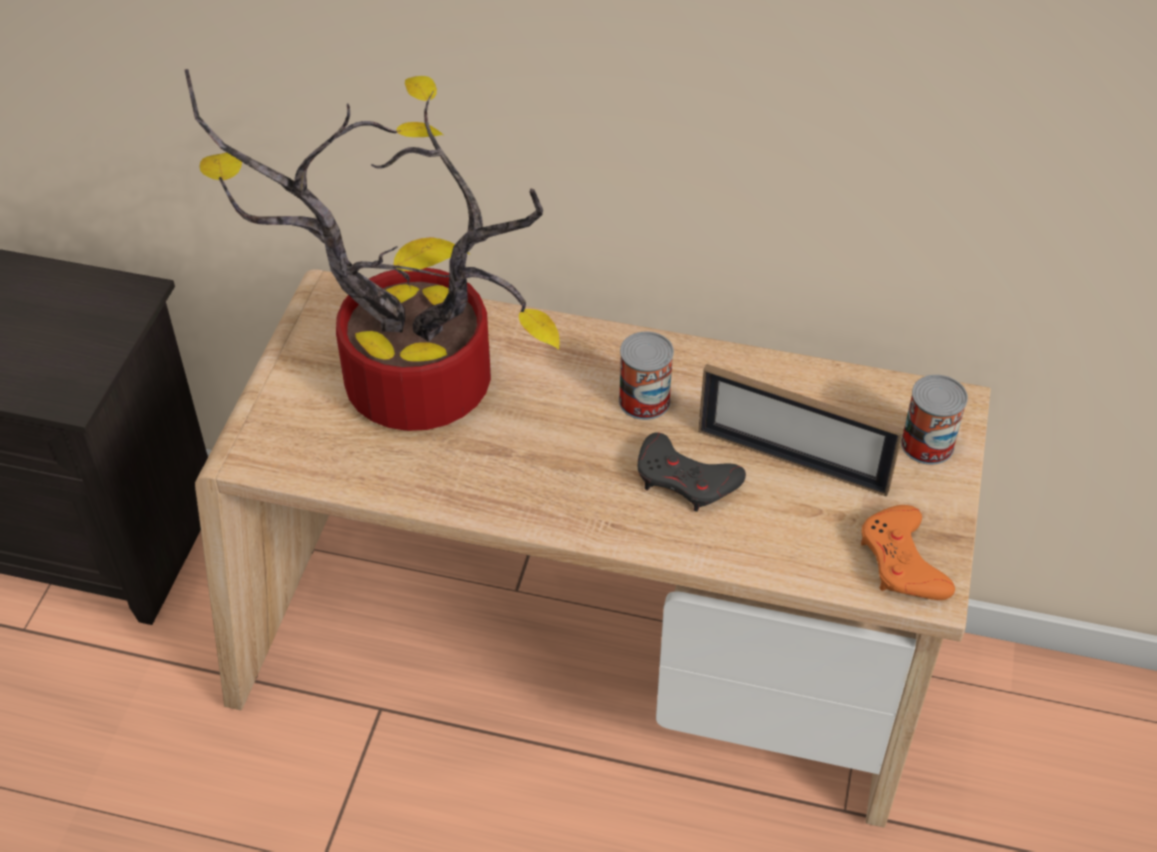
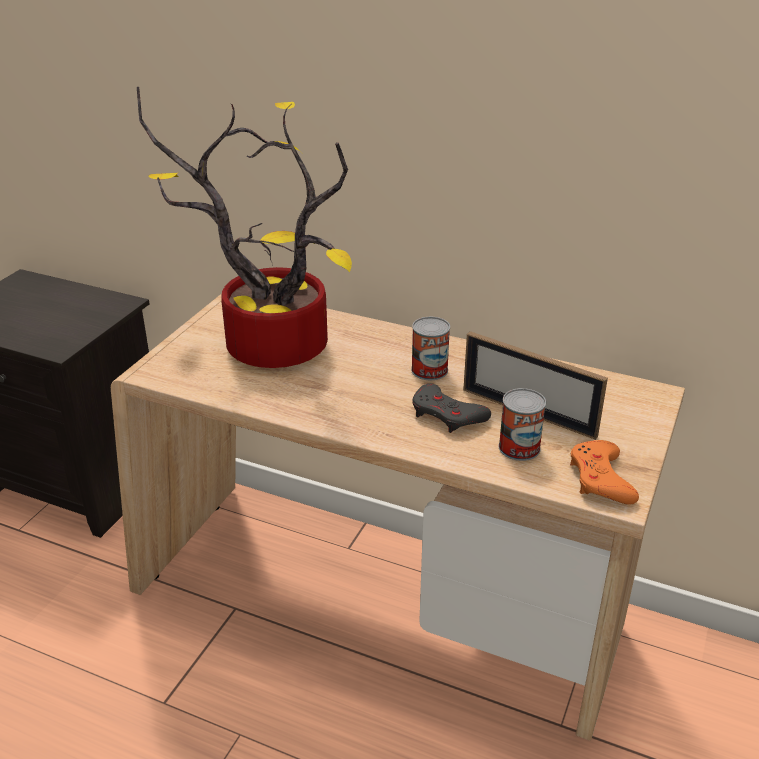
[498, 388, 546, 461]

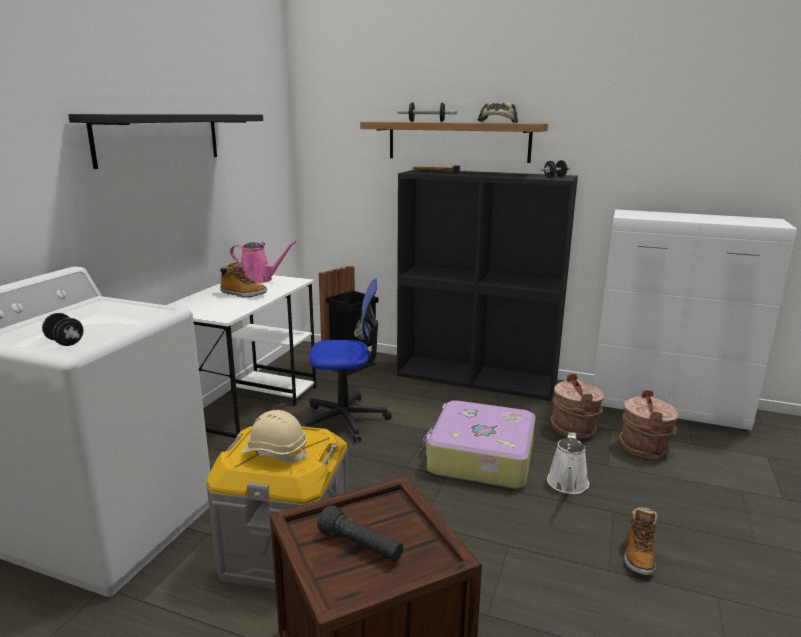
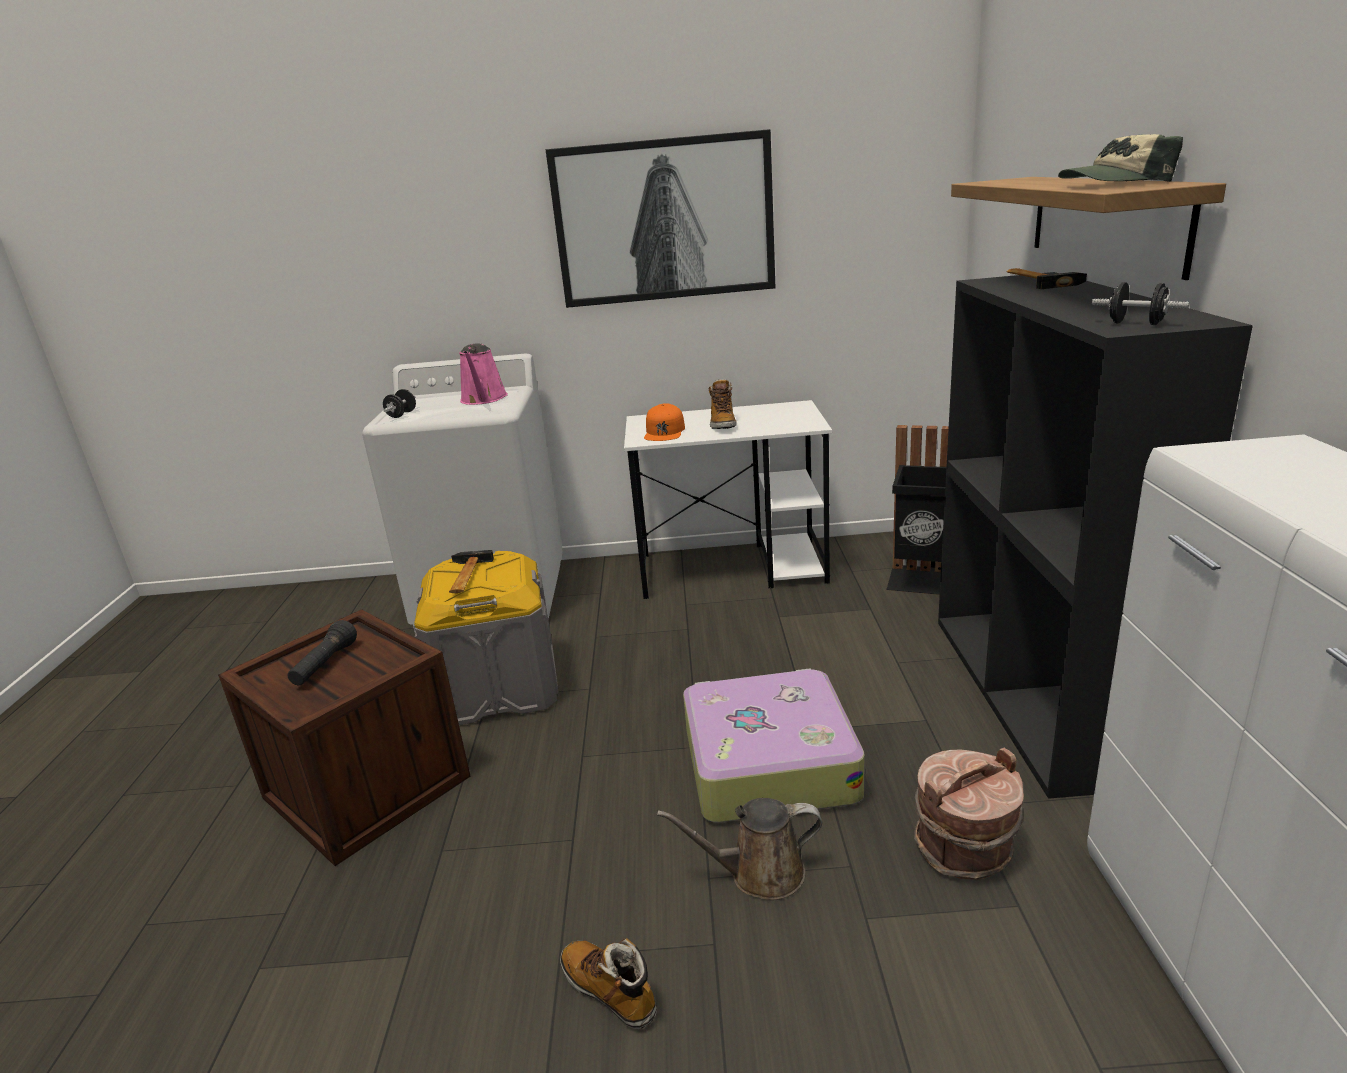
[305, 279, 392, 442] (first image)
[397, 102, 457, 122] (first image)
[619, 389, 679, 459] (first image)
[644, 403, 685, 441]
[459, 343, 508, 405]
[545, 129, 775, 308]
[449, 550, 494, 593]
[657, 798, 822, 900]
[560, 938, 657, 1029]

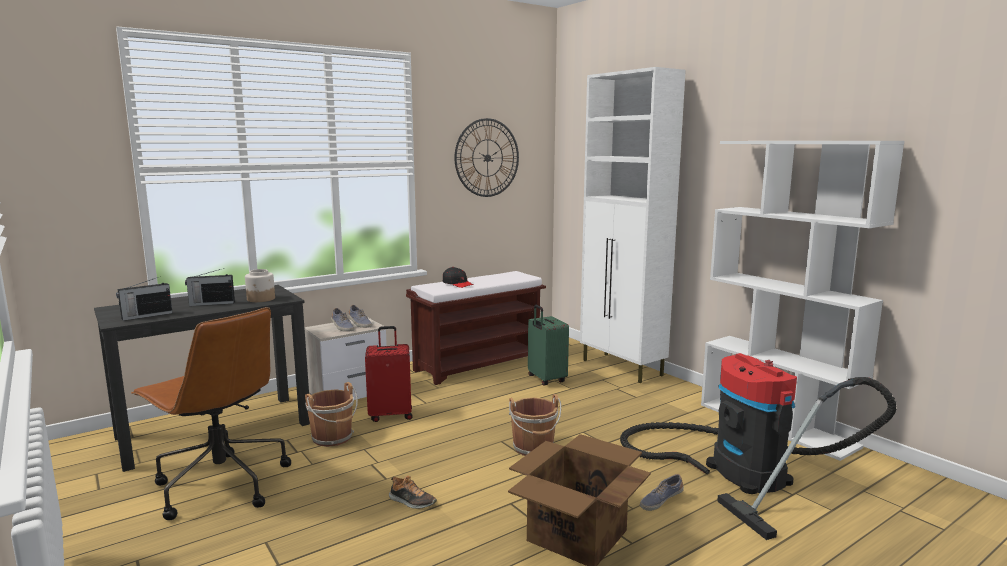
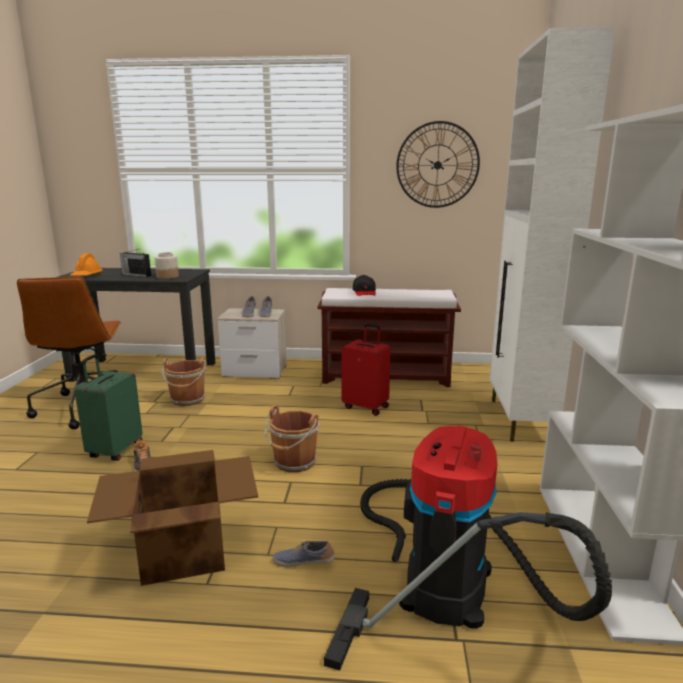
[341, 323, 391, 416]
[74, 354, 142, 461]
[70, 253, 103, 276]

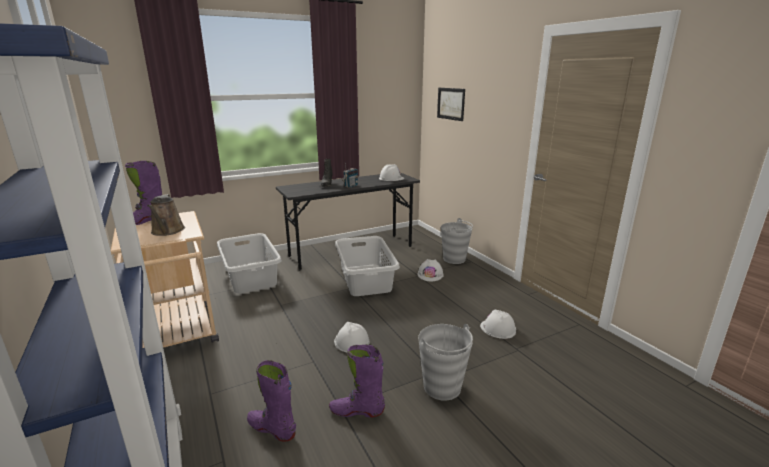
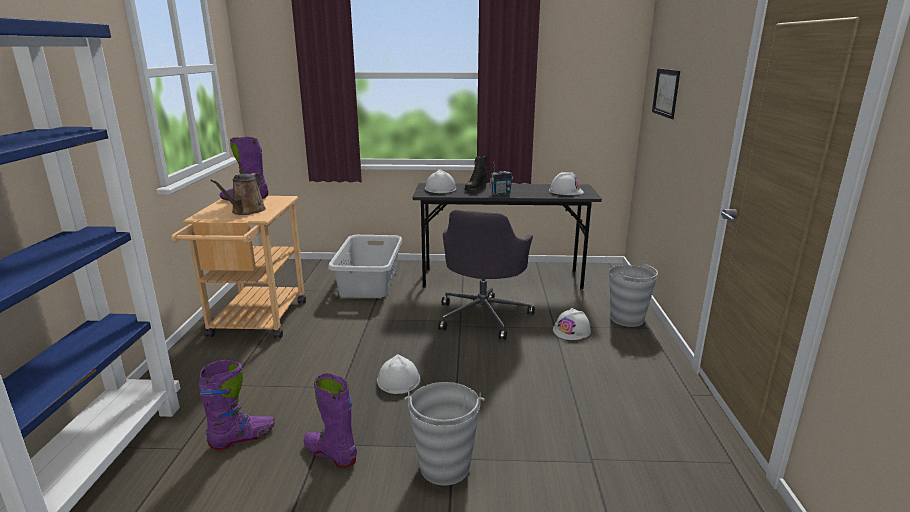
[425, 169, 456, 193]
[438, 210, 535, 340]
[199, 360, 275, 450]

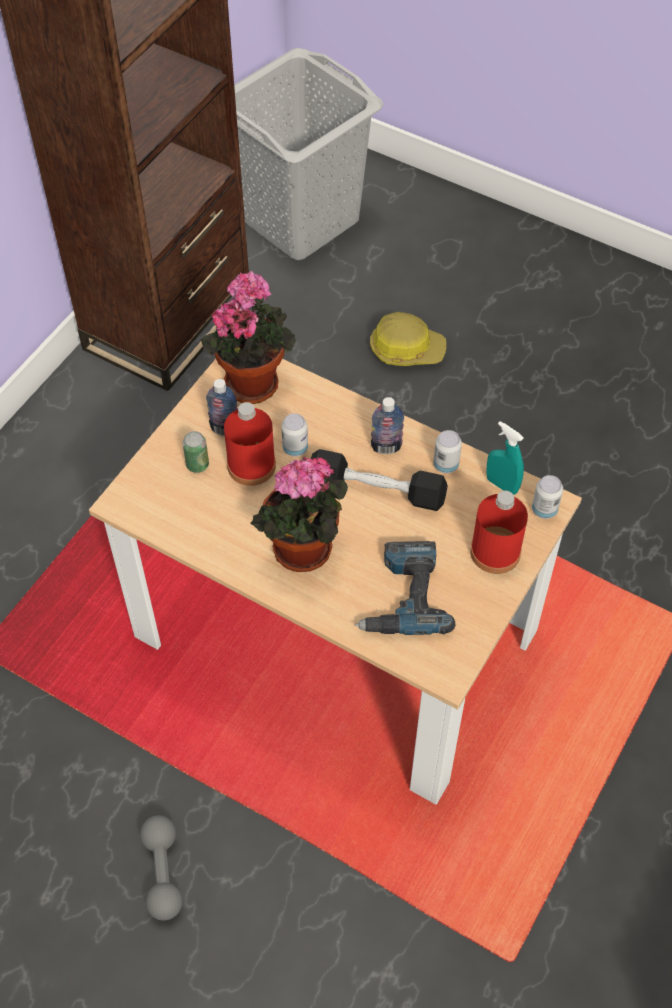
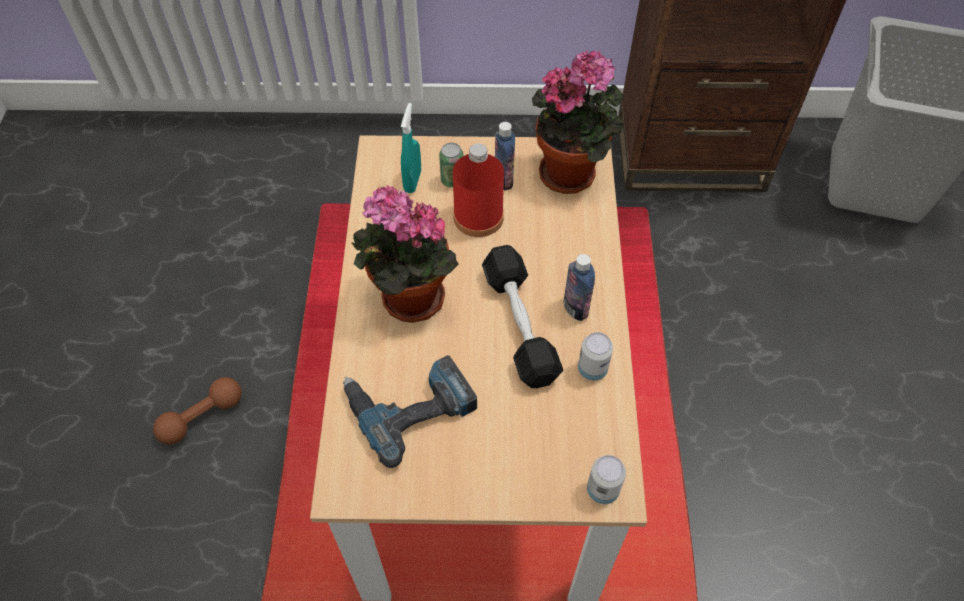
[281, 413, 308, 457] (first image)
[370, 312, 446, 366] (first image)
[470, 491, 528, 574] (first image)
[401, 103, 421, 193]
[153, 377, 242, 444]

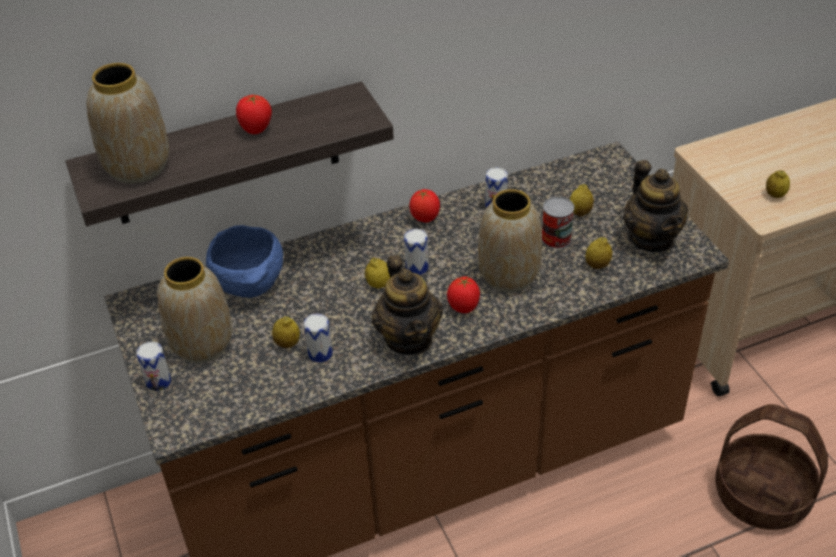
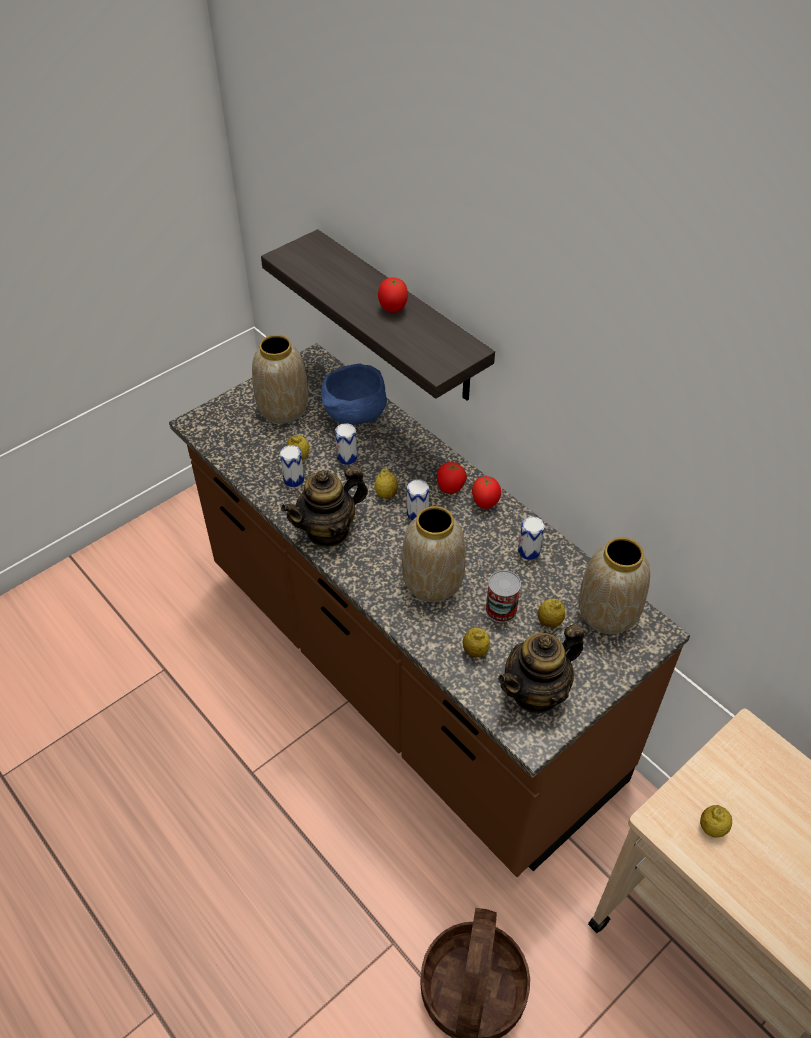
[579, 537, 650, 634]
[335, 423, 357, 465]
[437, 462, 467, 494]

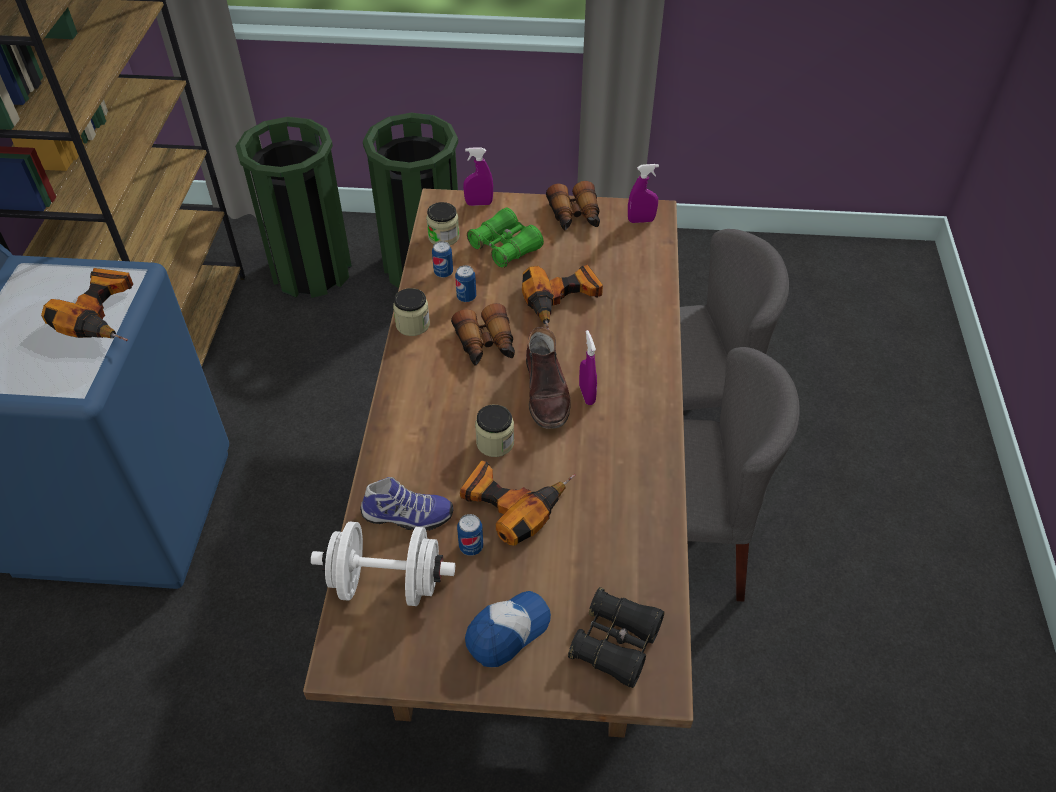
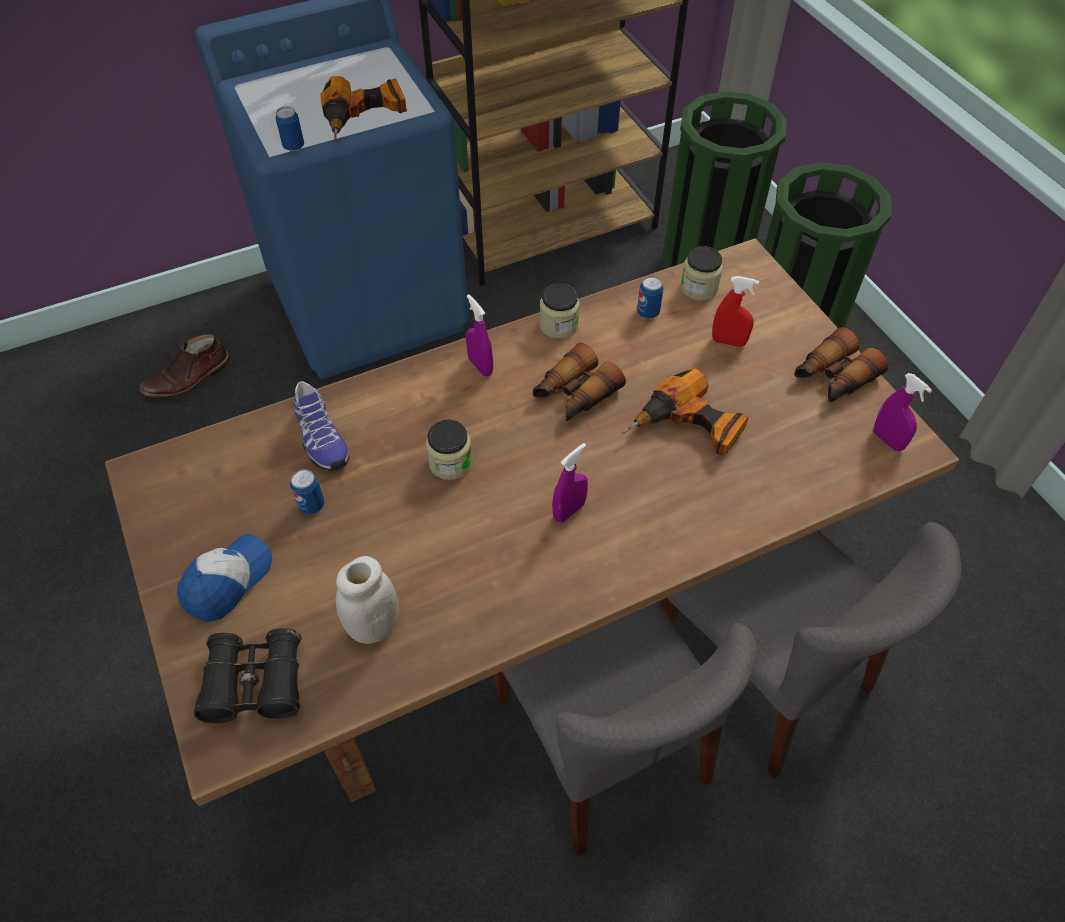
[311, 522, 455, 606] (first image)
[460, 460, 576, 546] (first image)
[336, 556, 399, 644]
[275, 106, 304, 151]
[466, 294, 493, 377]
[139, 334, 231, 398]
[712, 276, 760, 347]
[177, 534, 272, 622]

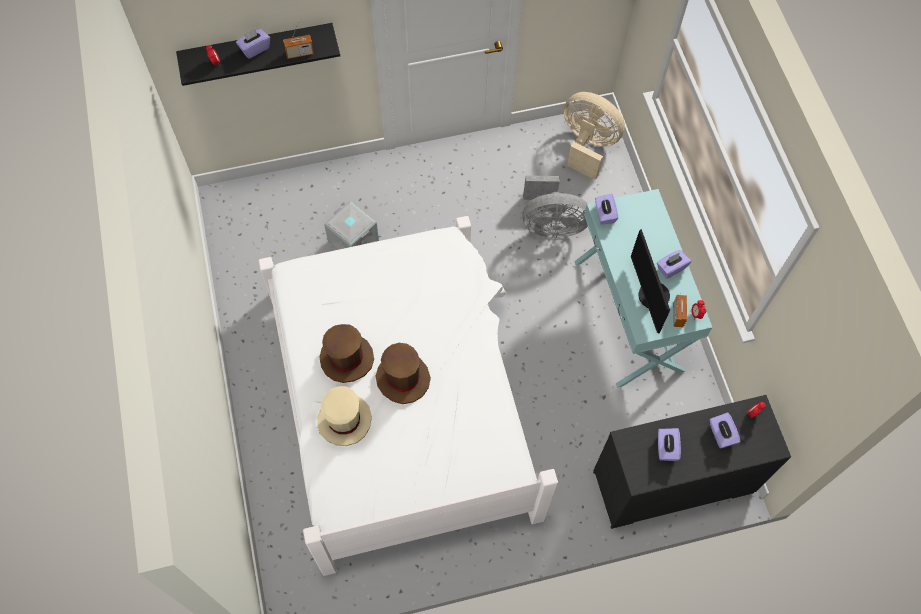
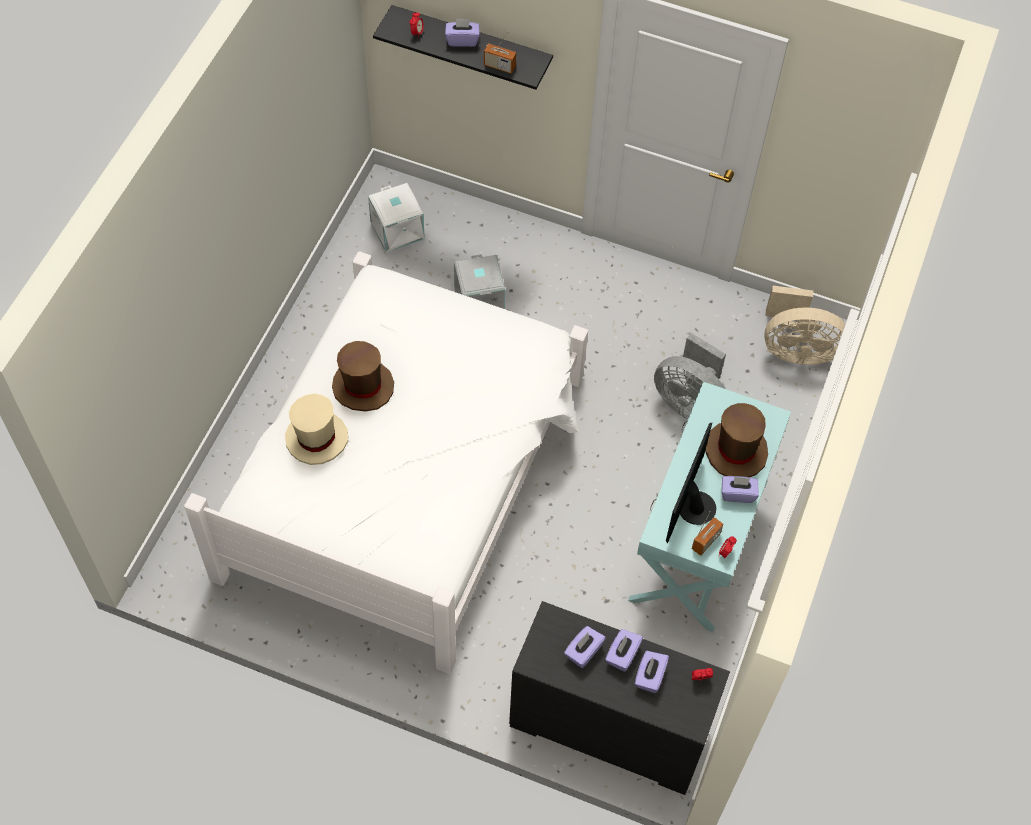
[368, 183, 425, 252]
[706, 403, 768, 477]
[605, 629, 643, 672]
[764, 286, 845, 365]

